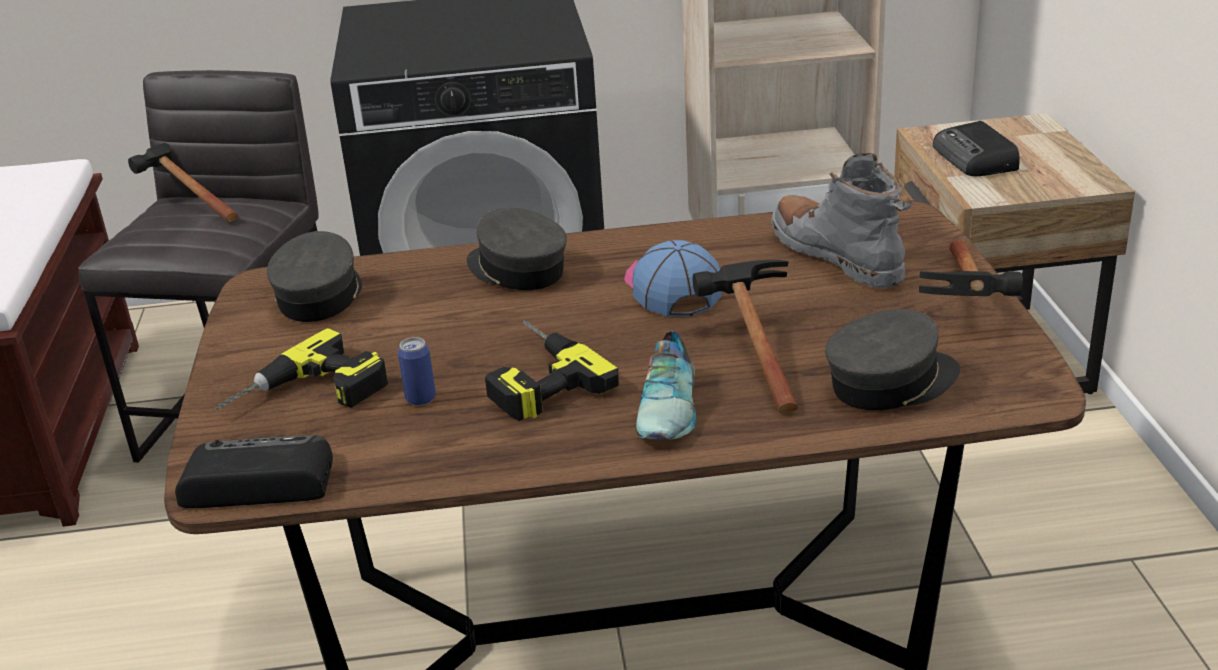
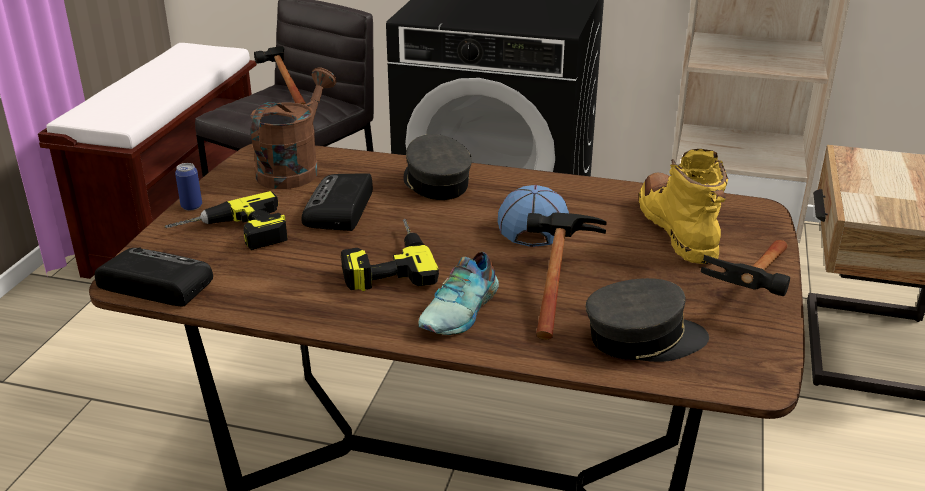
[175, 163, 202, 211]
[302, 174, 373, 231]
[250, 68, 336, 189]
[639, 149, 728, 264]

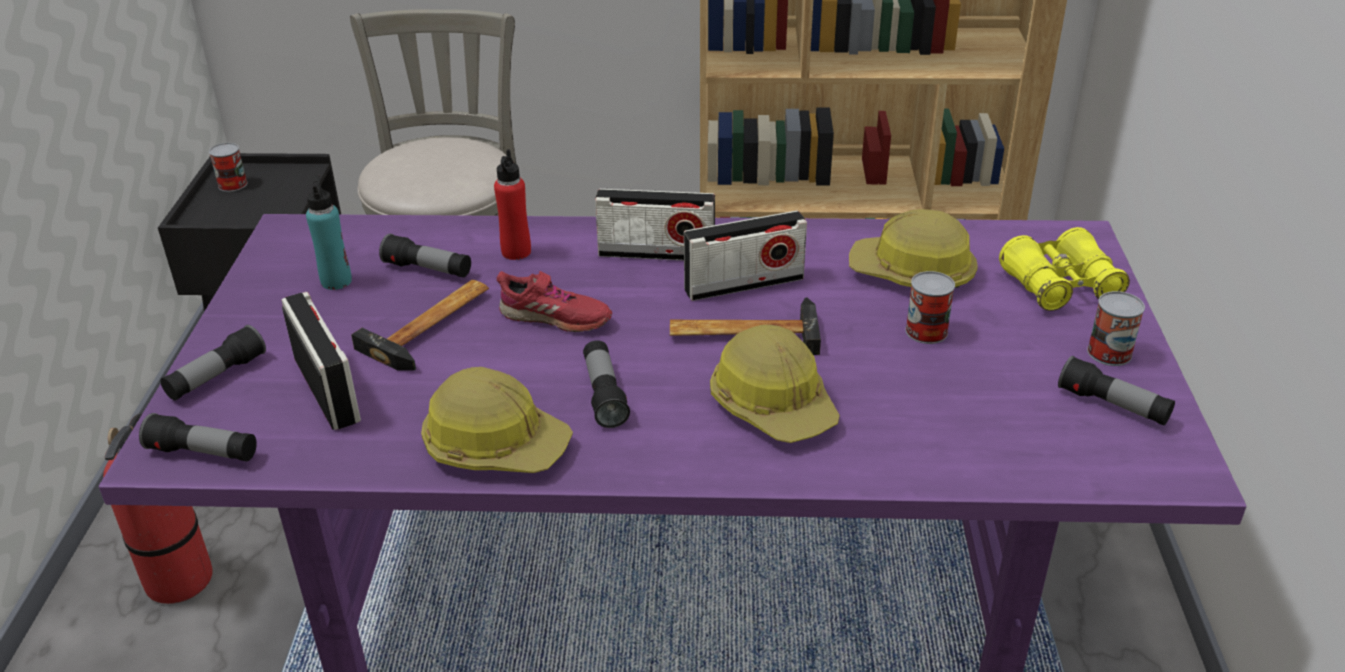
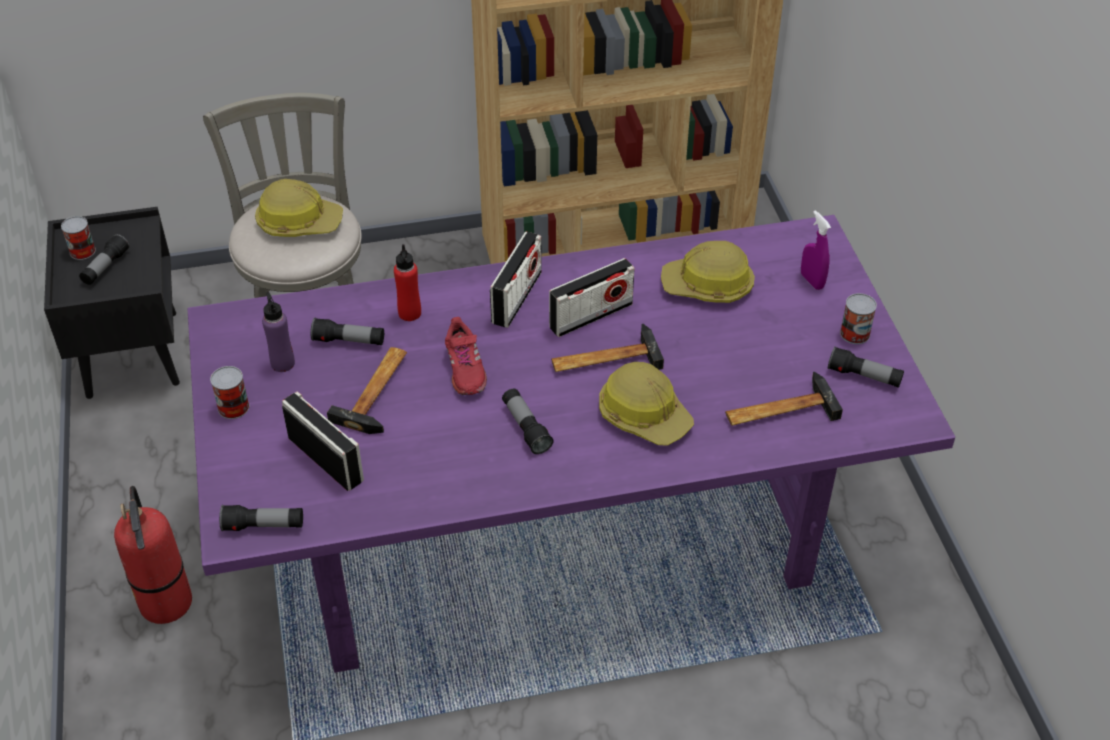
[725, 372, 843, 426]
[79, 234, 130, 285]
[255, 179, 343, 237]
[210, 366, 249, 419]
[801, 210, 831, 290]
[262, 292, 295, 372]
[445, 317, 487, 395]
[490, 232, 542, 328]

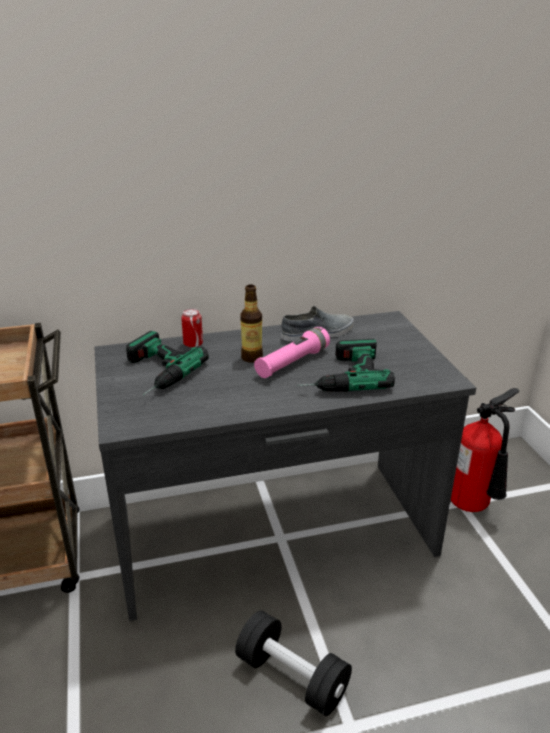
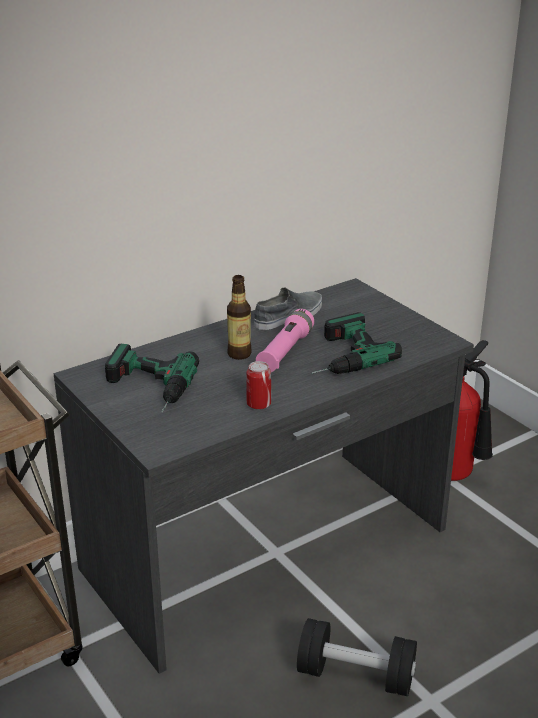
[246, 361, 271, 410]

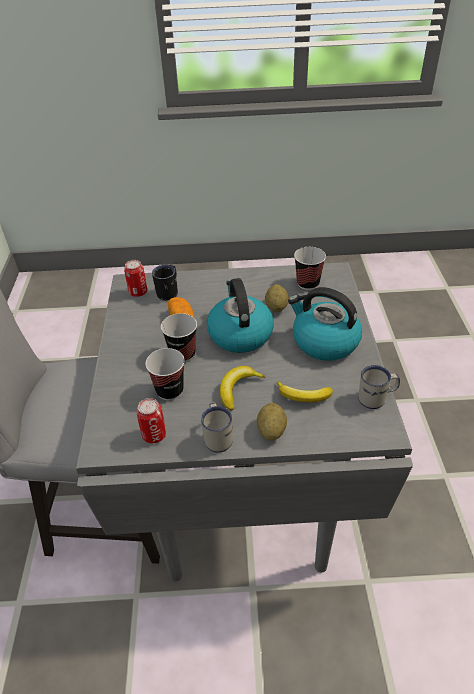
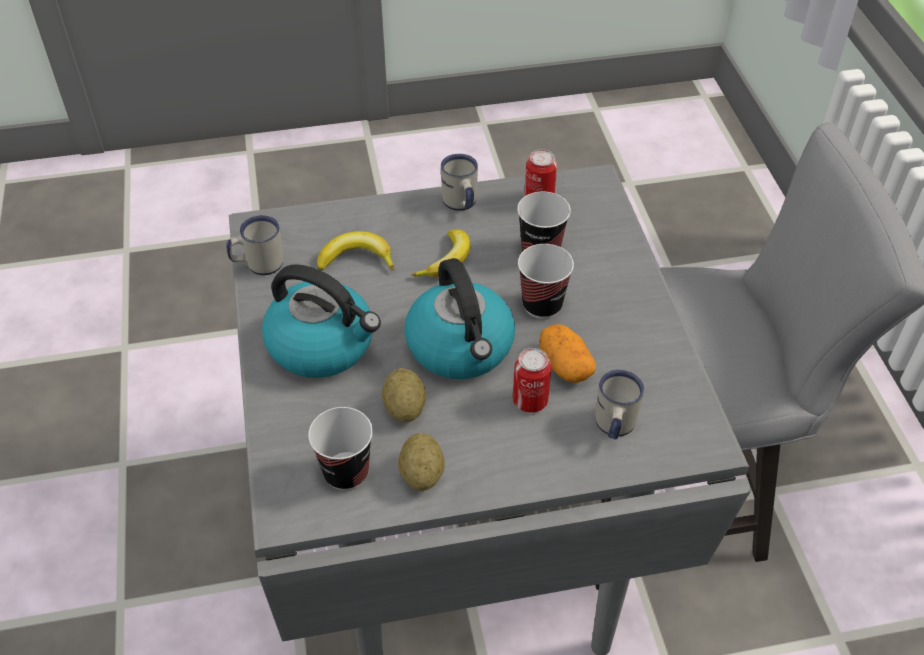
[513, 348, 551, 413]
[398, 433, 445, 491]
[595, 370, 644, 439]

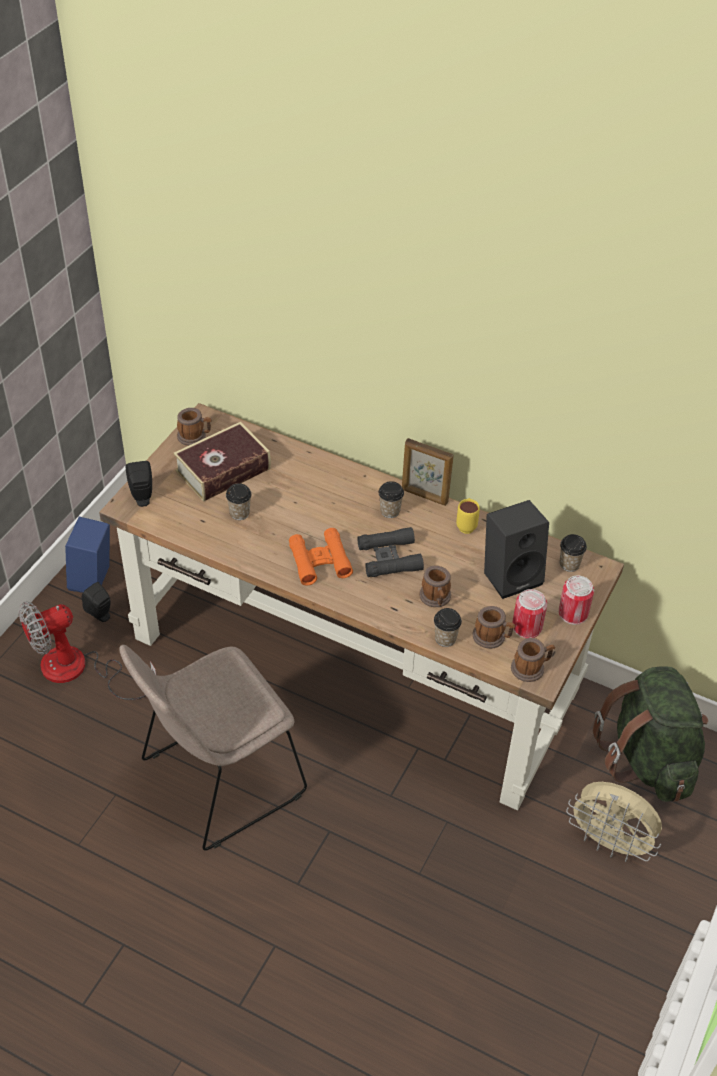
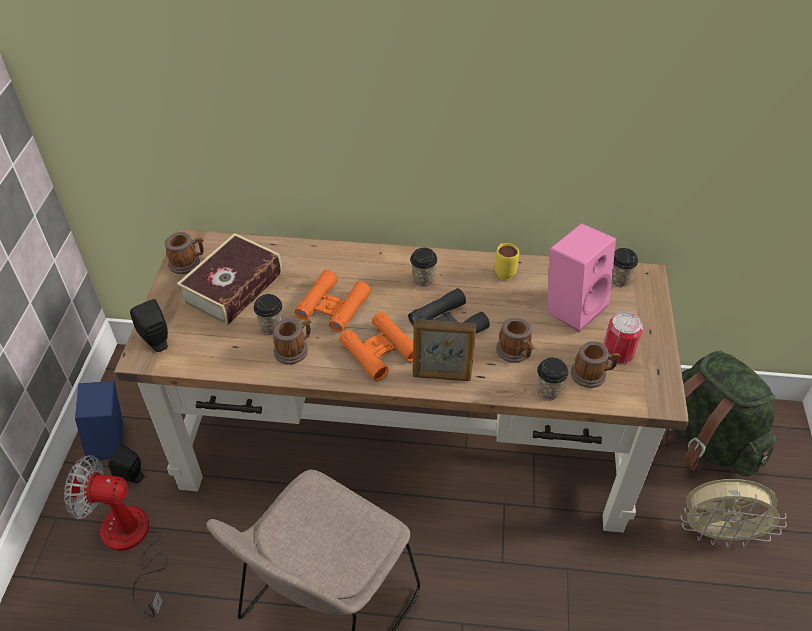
[559, 576, 594, 625] (first image)
[295, 270, 371, 333]
[413, 319, 476, 381]
[273, 318, 311, 365]
[547, 223, 616, 333]
[64, 455, 168, 617]

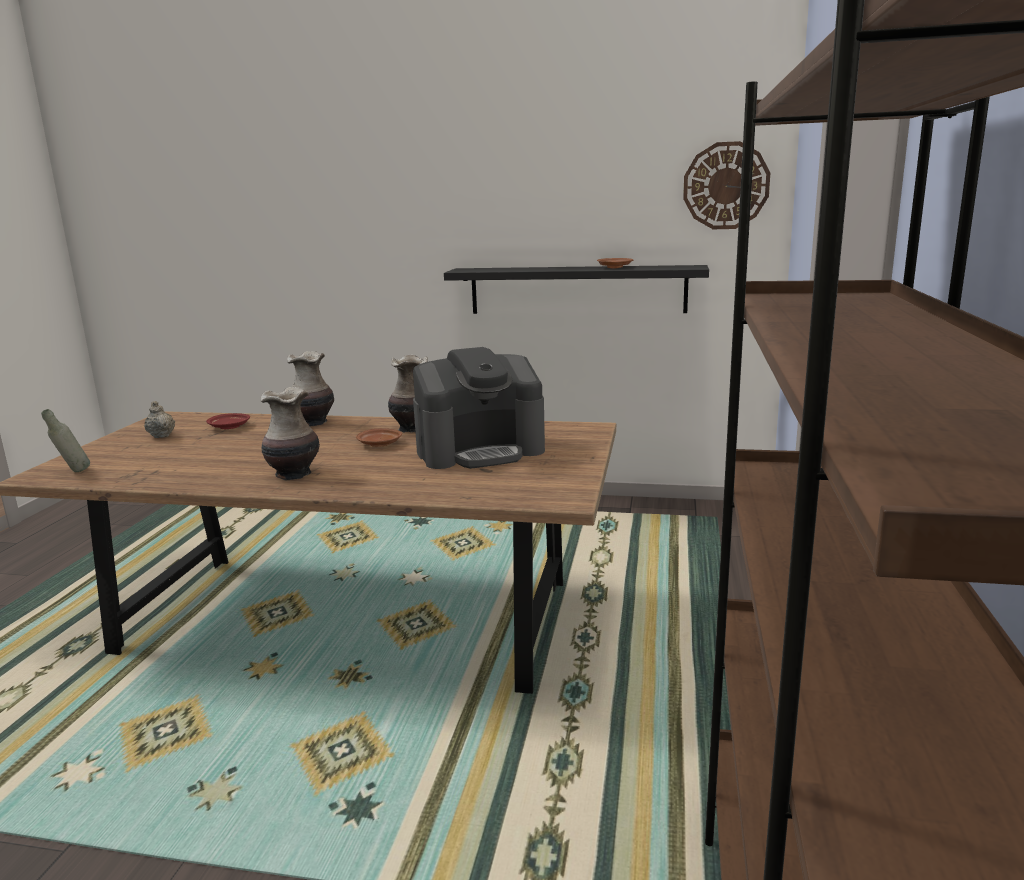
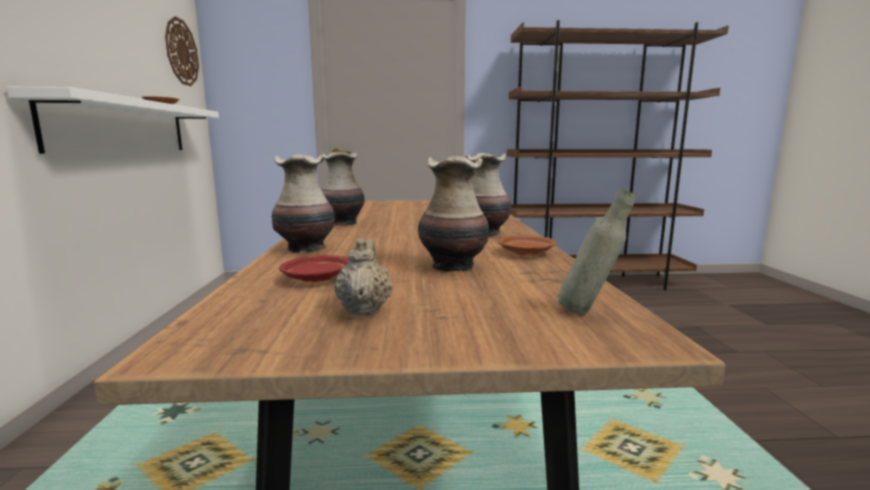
[413, 347, 545, 469] (first image)
[418, 156, 489, 272]
[498, 235, 556, 255]
[7, 87, 219, 154]
[335, 238, 392, 316]

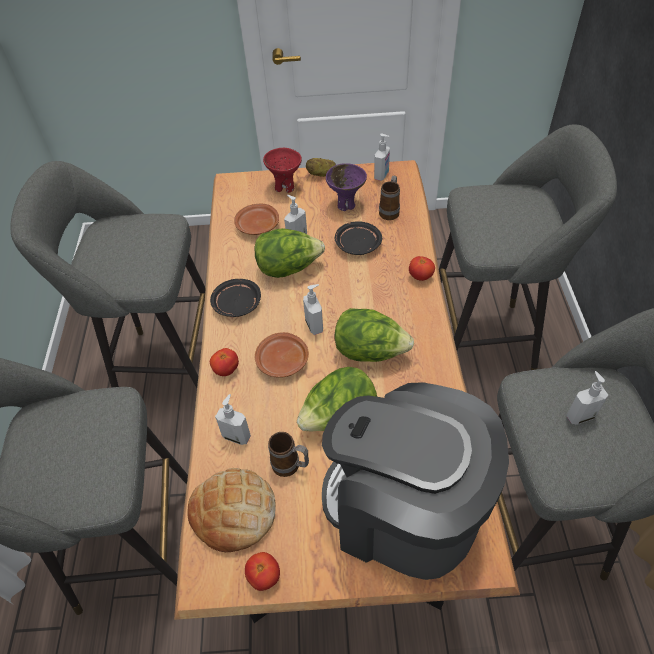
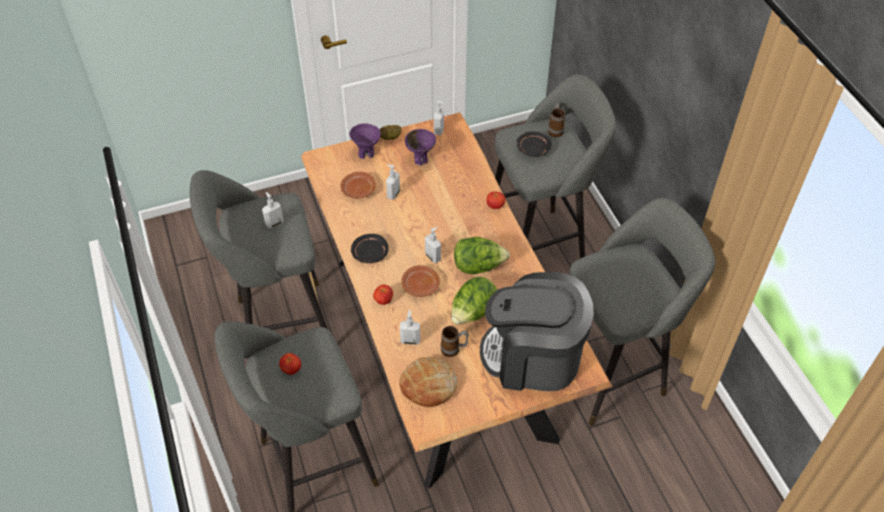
[255, 228, 325, 278] (first image)
[279, 353, 301, 375]
[516, 132, 552, 157]
[548, 103, 565, 137]
[262, 192, 284, 229]
[350, 123, 381, 159]

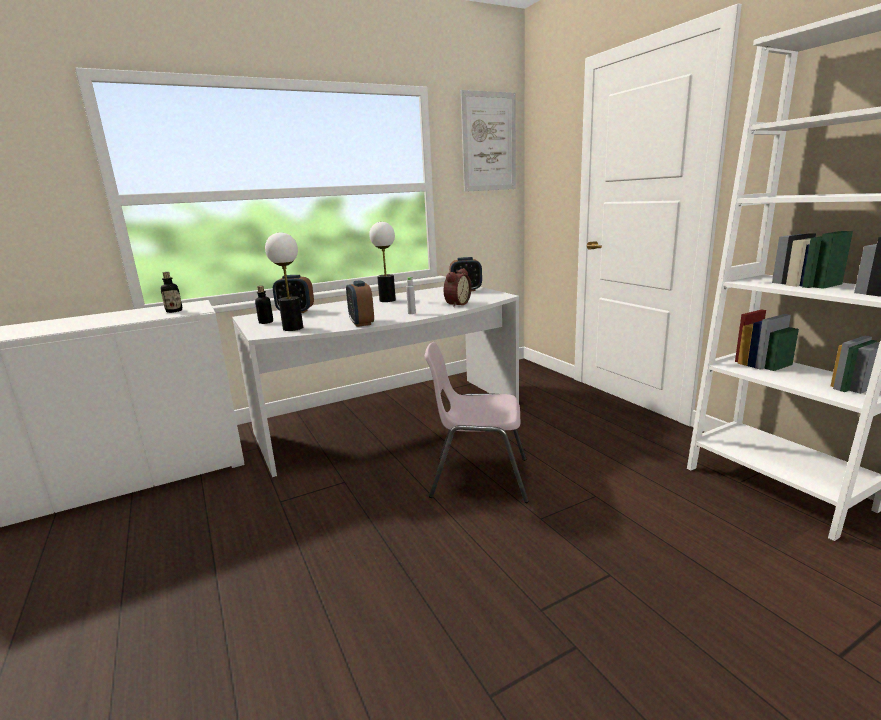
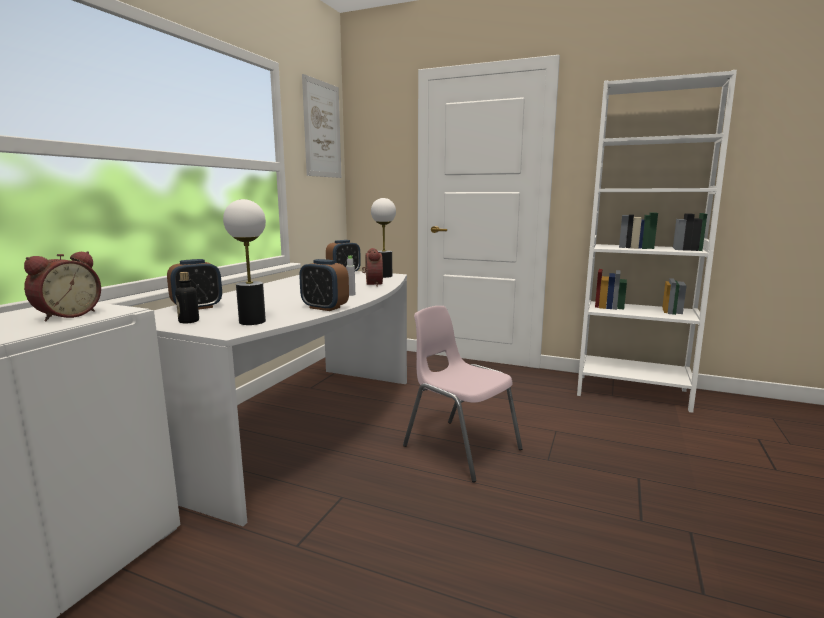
[371, 198, 396, 278]
[24, 251, 101, 321]
[403, 306, 523, 482]

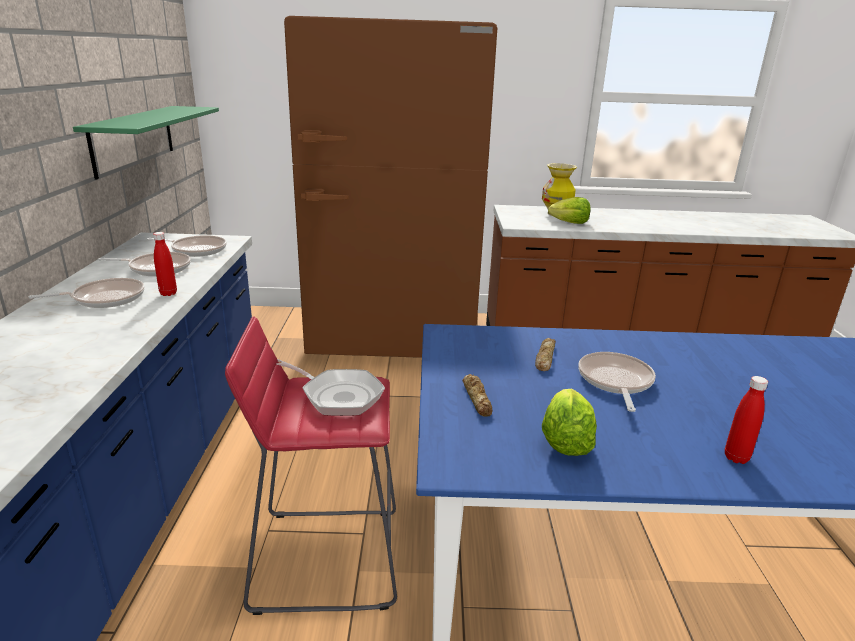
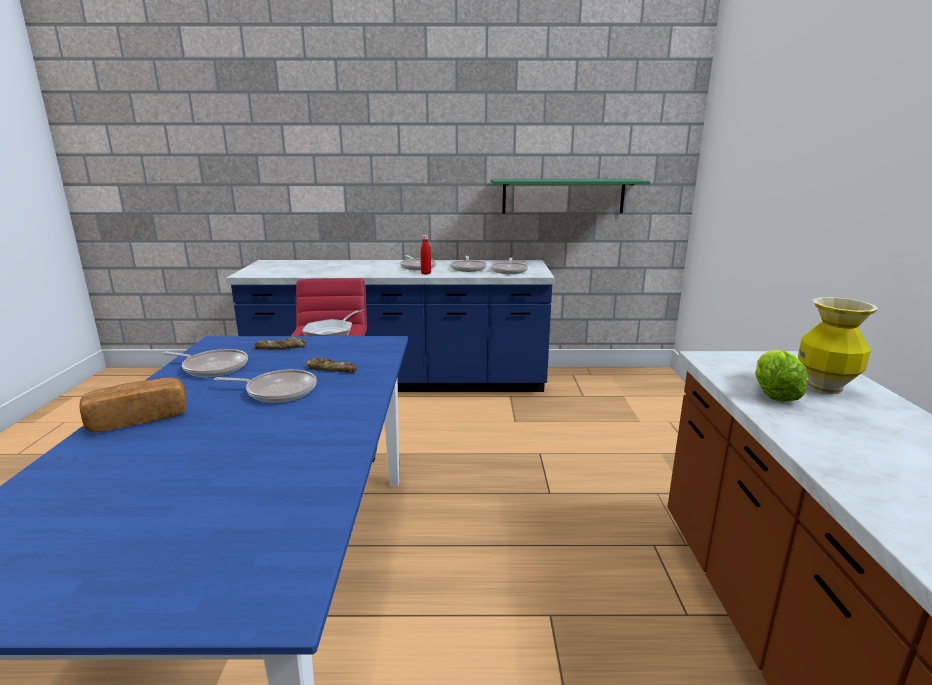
[284, 16, 497, 358] (first image)
[162, 349, 248, 377]
[79, 377, 187, 432]

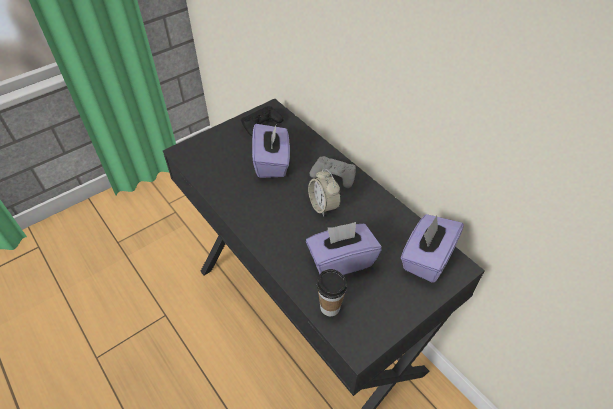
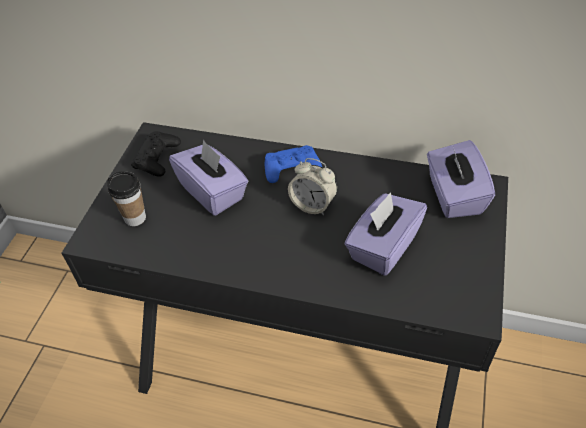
[107, 171, 146, 226]
[265, 145, 322, 183]

